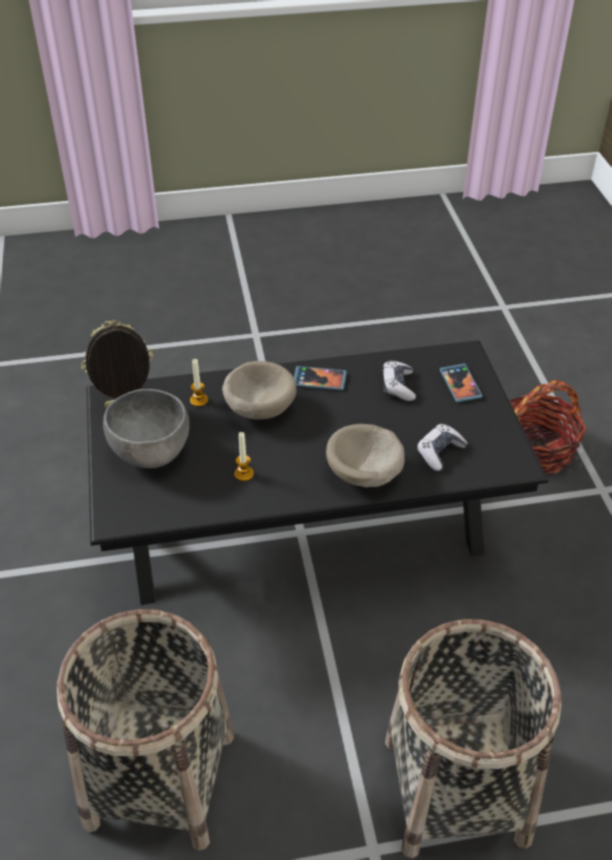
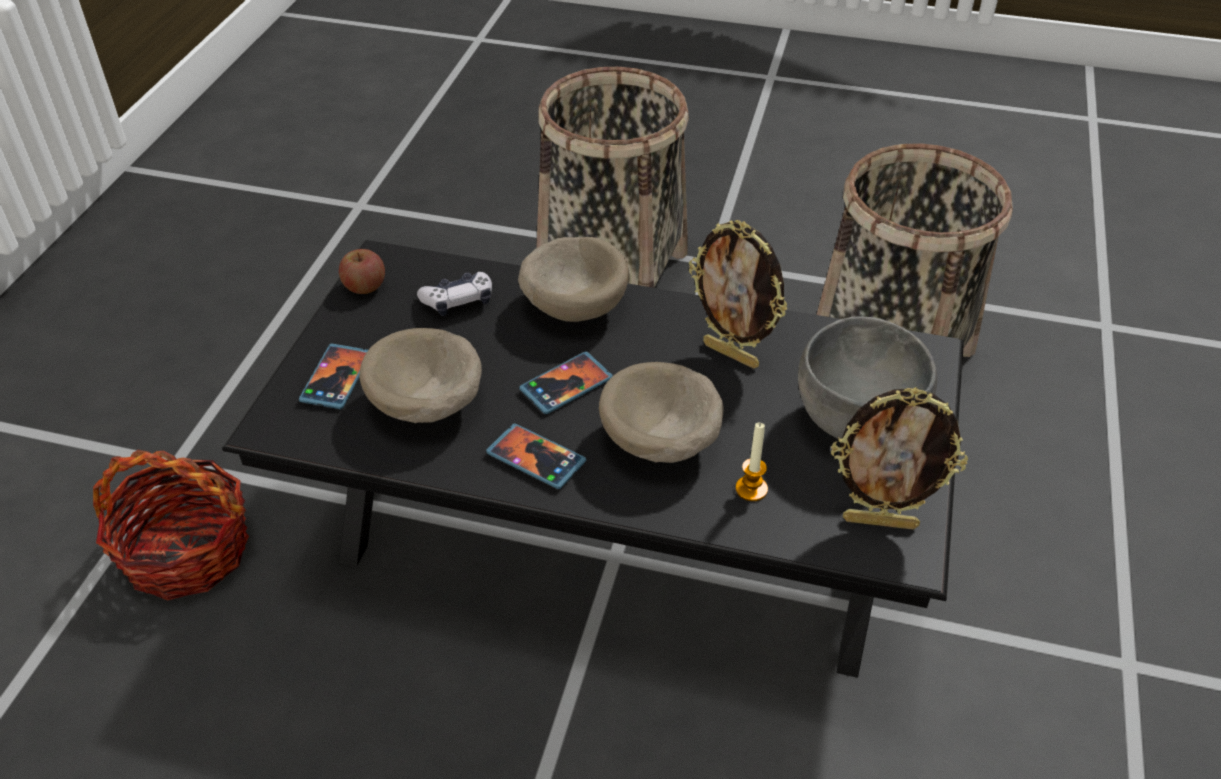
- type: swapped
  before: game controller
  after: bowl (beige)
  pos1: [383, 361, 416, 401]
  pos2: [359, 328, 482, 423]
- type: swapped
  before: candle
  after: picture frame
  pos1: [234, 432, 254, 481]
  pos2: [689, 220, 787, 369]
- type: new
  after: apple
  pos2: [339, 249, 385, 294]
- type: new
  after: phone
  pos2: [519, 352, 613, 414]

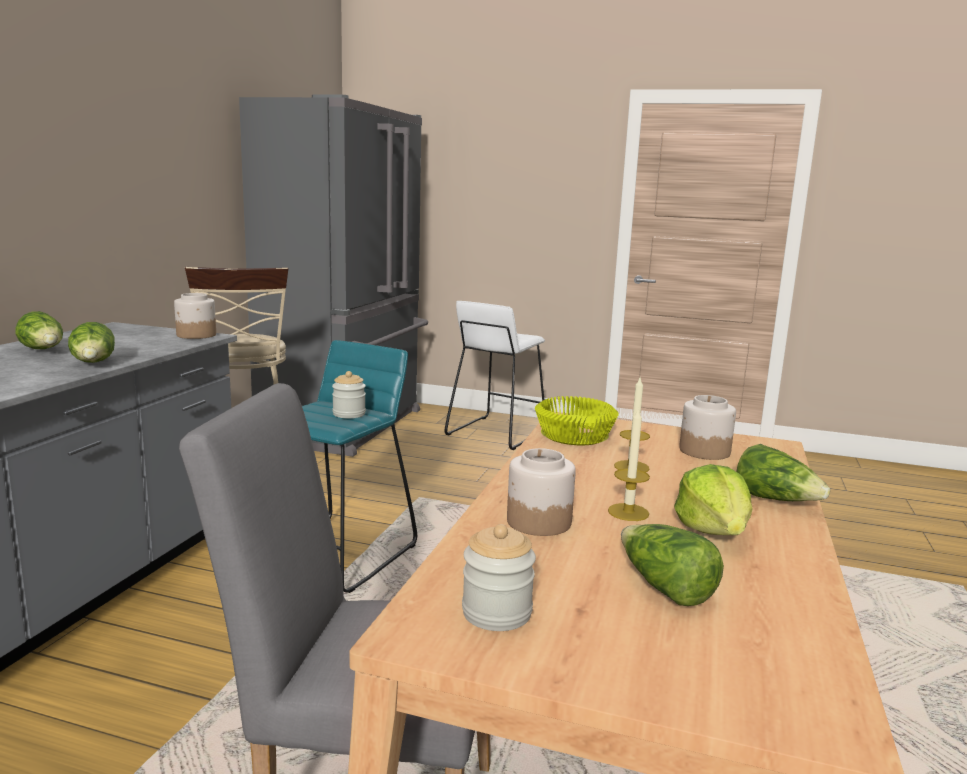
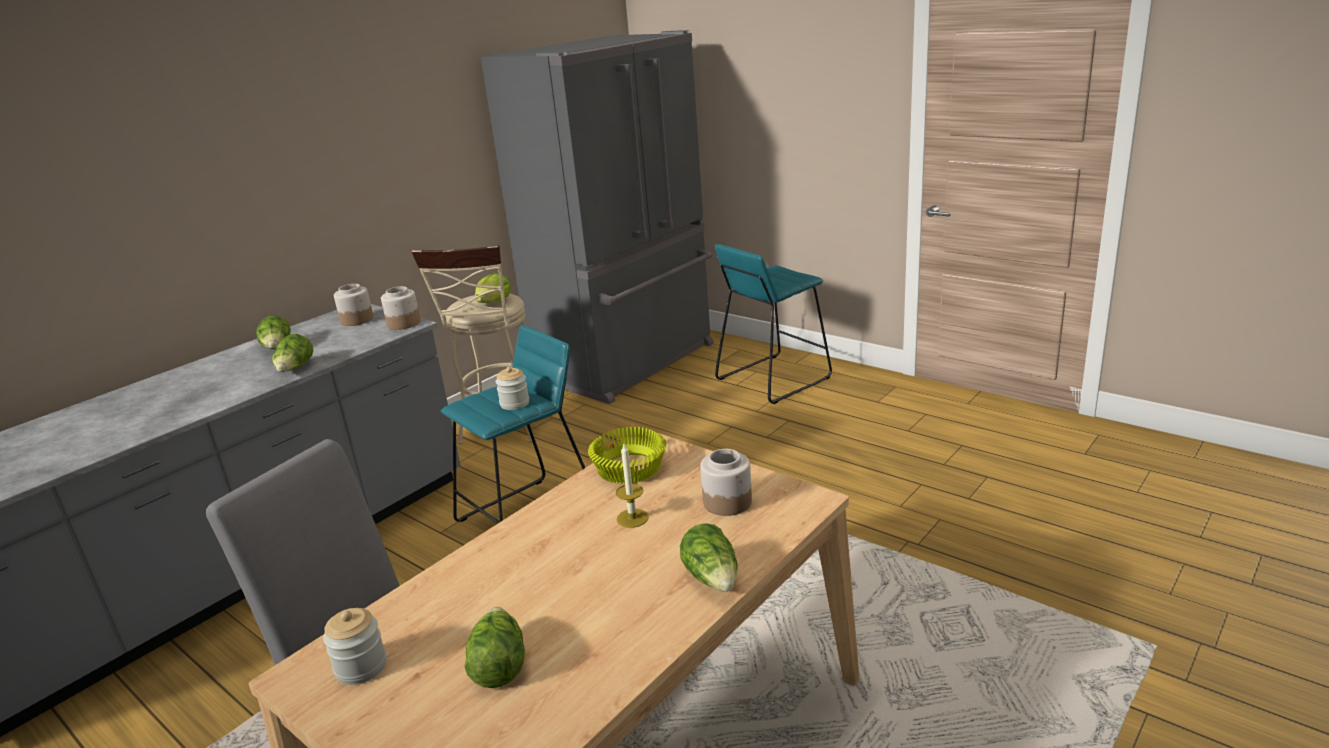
- type: repainted
  before: stool (white)
  after: stool (turquoise)
  pos1: [445, 301, 545, 450]
  pos2: [715, 244, 832, 404]
- type: gone
  before: candle
  pos1: [608, 407, 650, 521]
- type: shifted
  before: jar
  pos1: [507, 448, 576, 536]
  pos2: [334, 284, 374, 326]
- type: shifted
  before: lettuce
  pos1: [674, 464, 753, 535]
  pos2: [475, 273, 511, 303]

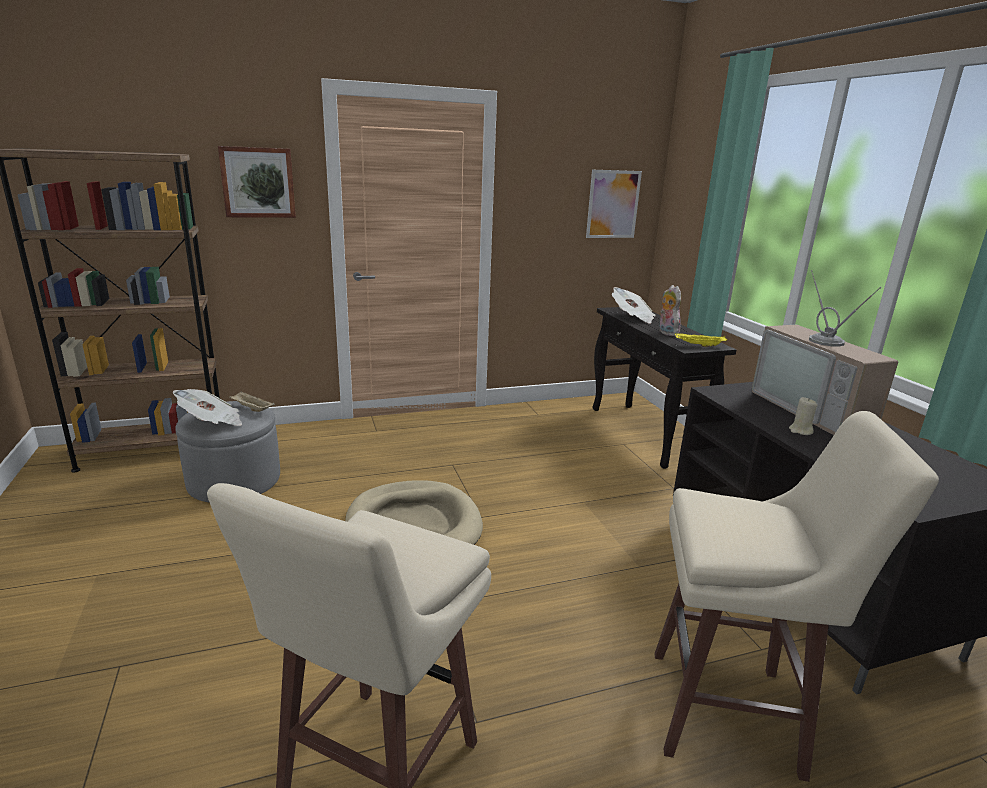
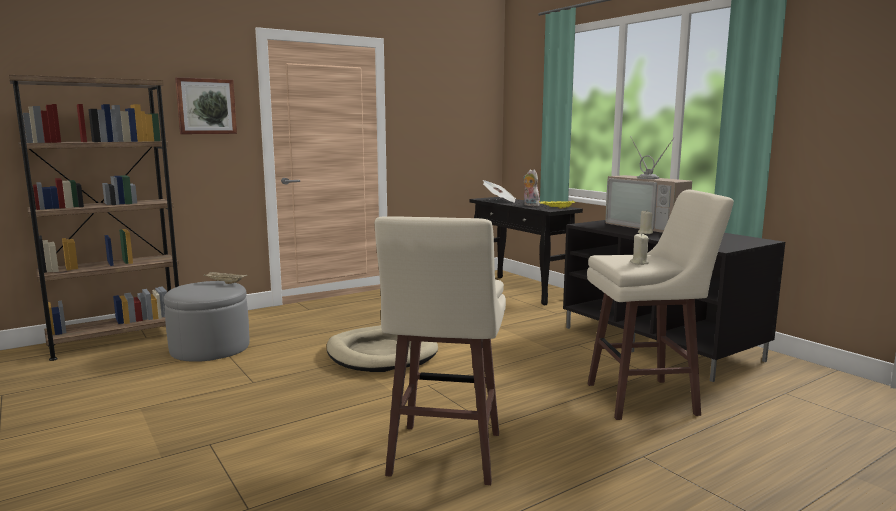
- type: gone
  before: picture
  pos1: [586, 170, 642, 238]
- type: gone
  before: newspaper
  pos1: [173, 389, 242, 426]
- type: new
  after: candle (beige)
  pos2: [630, 233, 649, 265]

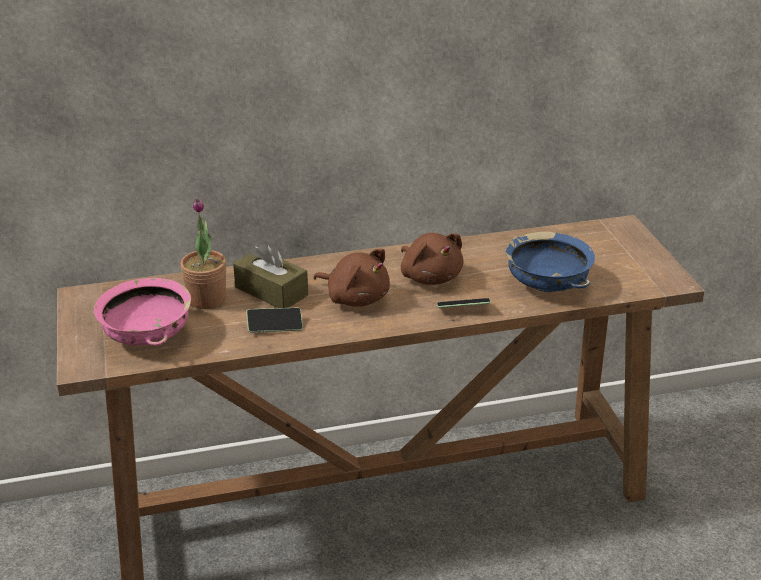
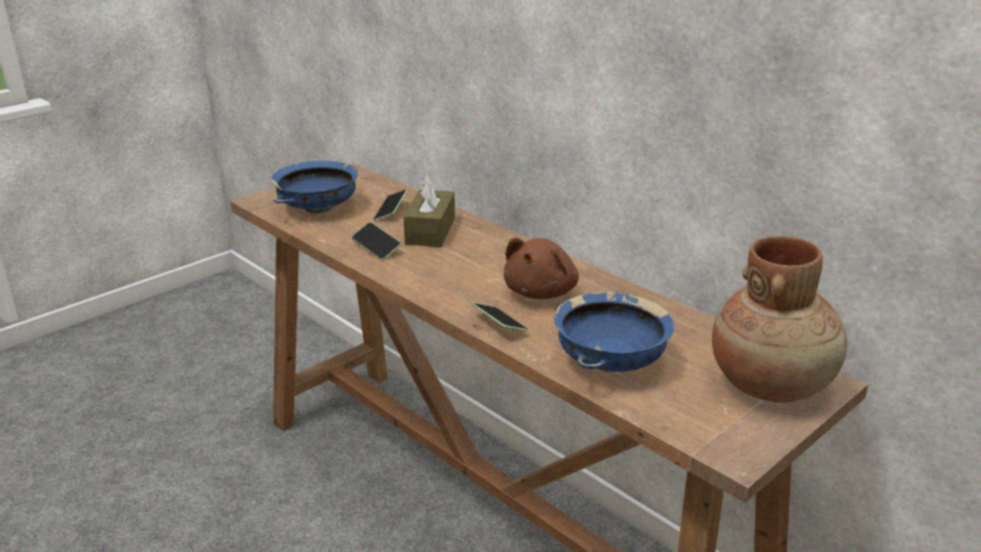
- type: swapped
  before: potted plant
  after: phone
  pos1: [180, 199, 226, 309]
  pos2: [373, 190, 407, 221]
- type: gone
  before: plush toy (brown)
  pos1: [314, 249, 390, 307]
- type: repainted
  before: bowl (pink)
  after: bowl (blue)
  pos1: [94, 278, 191, 346]
  pos2: [271, 161, 358, 213]
- type: new
  after: vase (brown)
  pos2: [712, 236, 847, 403]

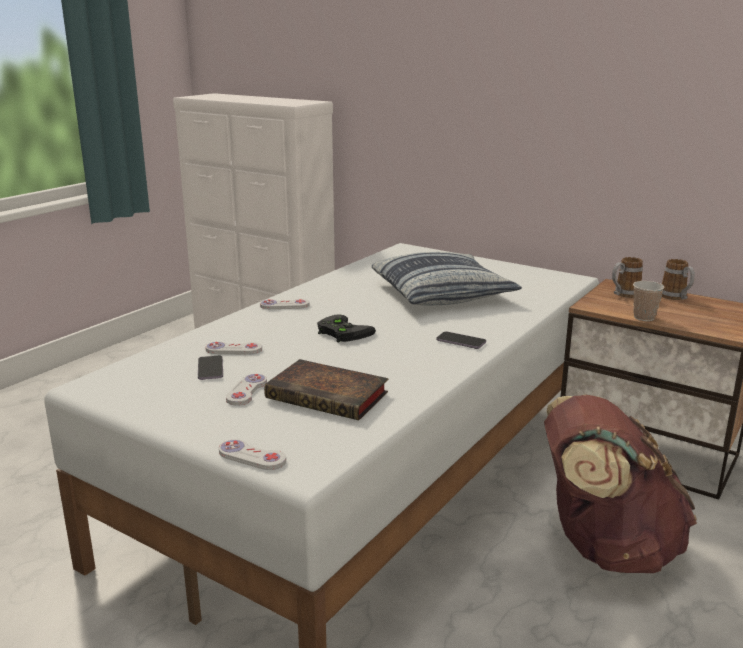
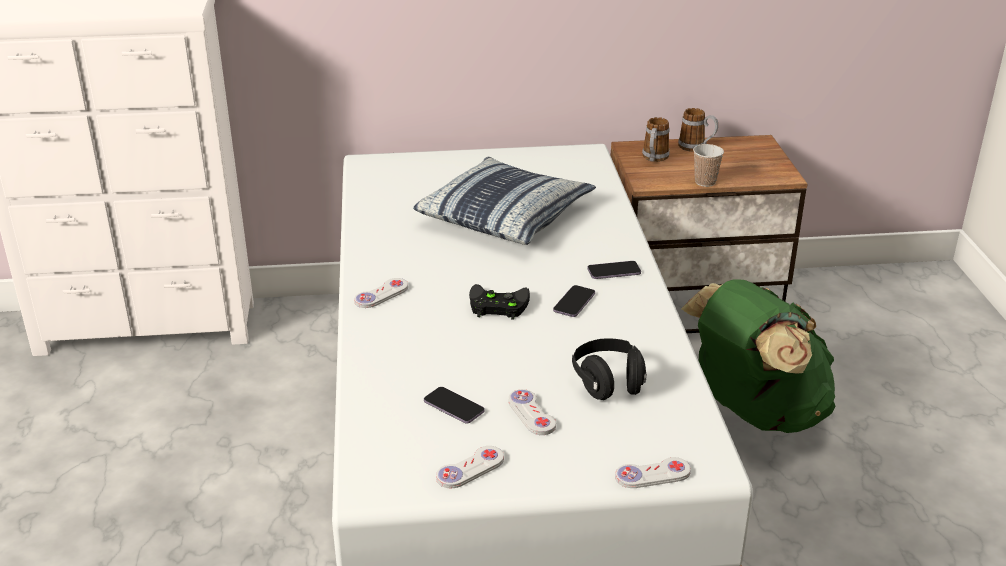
- type: shifted
  before: game controller (white)
  pos1: [205, 342, 262, 355]
  pos2: [436, 446, 504, 488]
- type: swapped
  before: book
  after: headphones (black)
  pos1: [264, 359, 388, 420]
  pos2: [572, 338, 646, 400]
- type: repainted
  before: backpack (brown)
  after: backpack (green)
  pos1: [544, 394, 697, 573]
  pos2: [681, 279, 835, 433]
- type: new
  after: phone
  pos2: [553, 285, 595, 317]

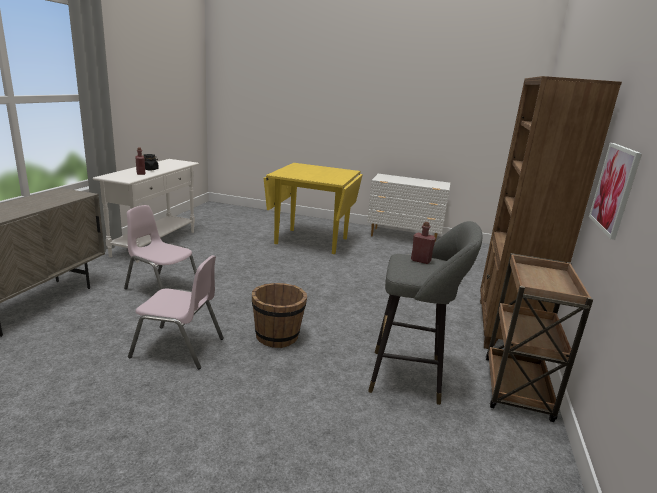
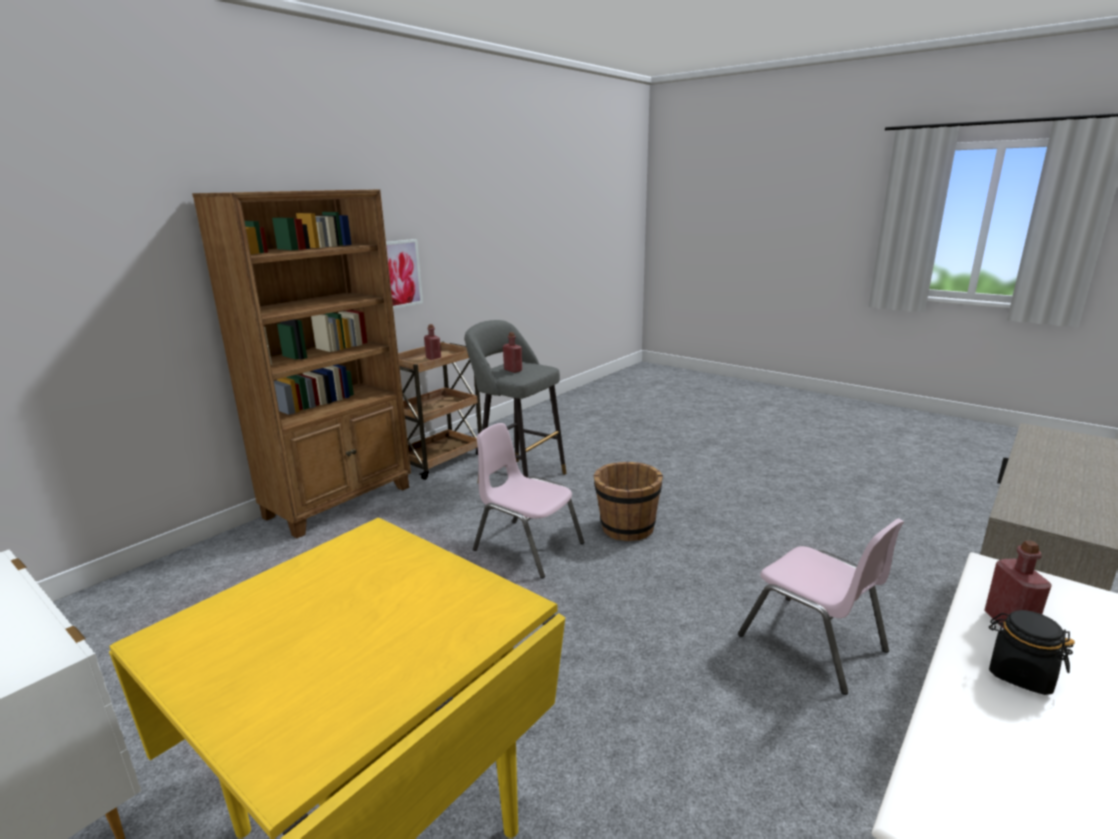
- type: shifted
  before: chair (pink)
  pos1: [128, 255, 224, 369]
  pos2: [473, 423, 585, 579]
- type: new
  after: bottle (red)
  pos2: [424, 324, 441, 360]

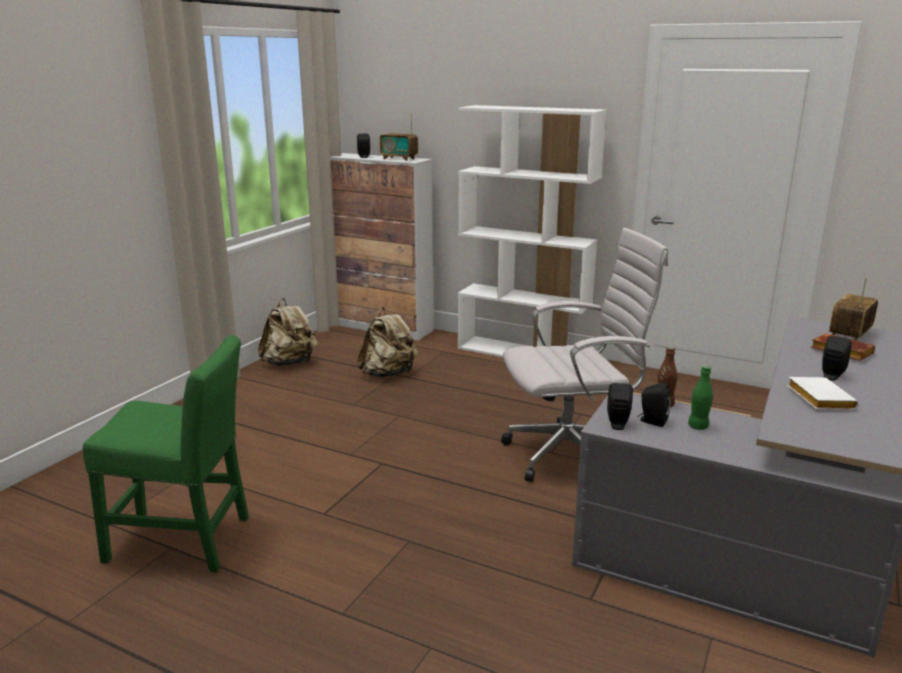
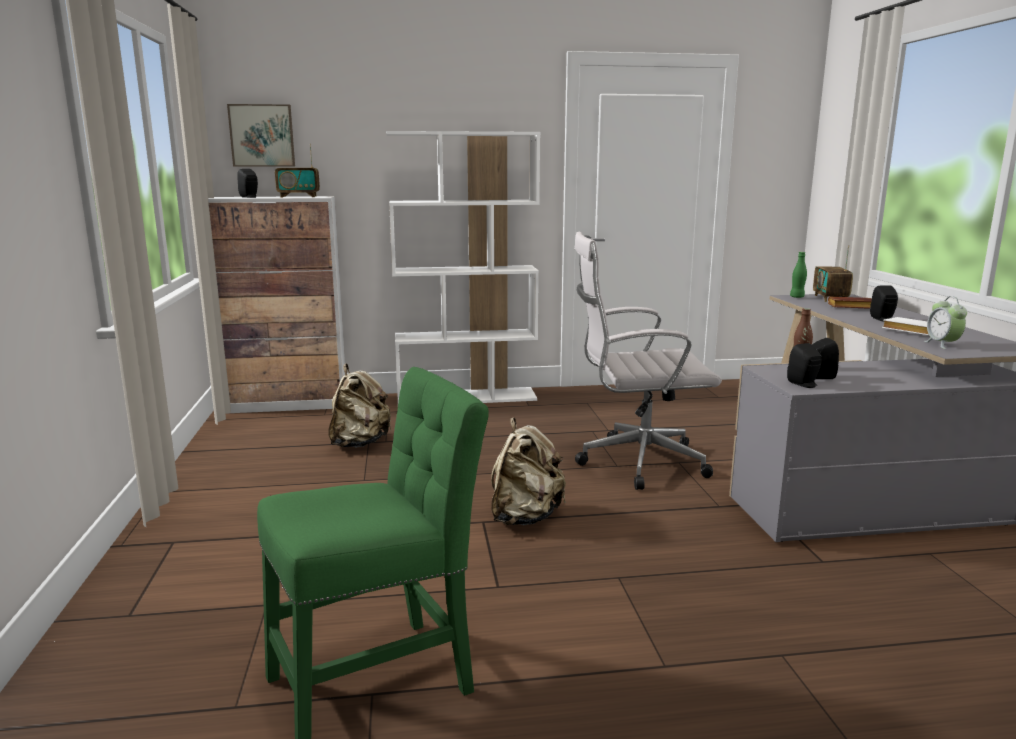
- type: rotated
  before: office chair (white)
  pos1: [501, 228, 668, 482]
  pos2: [574, 232, 722, 490]
  turn: -135
- type: shifted
  before: backpack (beige)
  pos1: [258, 298, 318, 366]
  pos2: [491, 417, 566, 526]
- type: shifted
  before: bottle (green)
  pos1: [688, 365, 713, 430]
  pos2: [790, 252, 807, 298]
- type: new
  after: picture
  pos2: [227, 104, 295, 167]
- type: new
  after: alarm clock
  pos2: [924, 296, 967, 349]

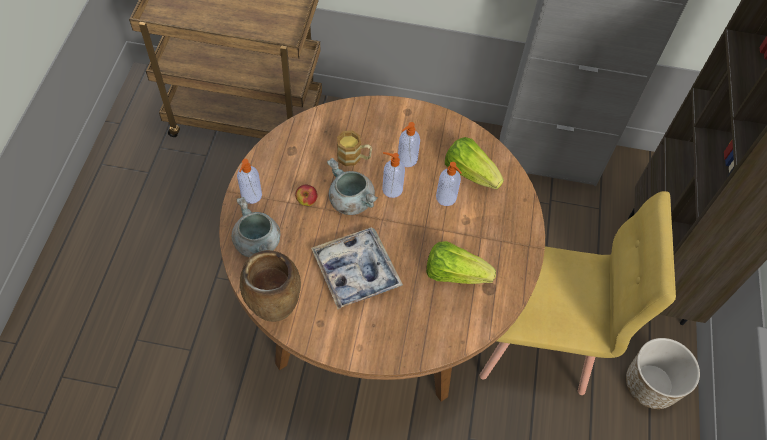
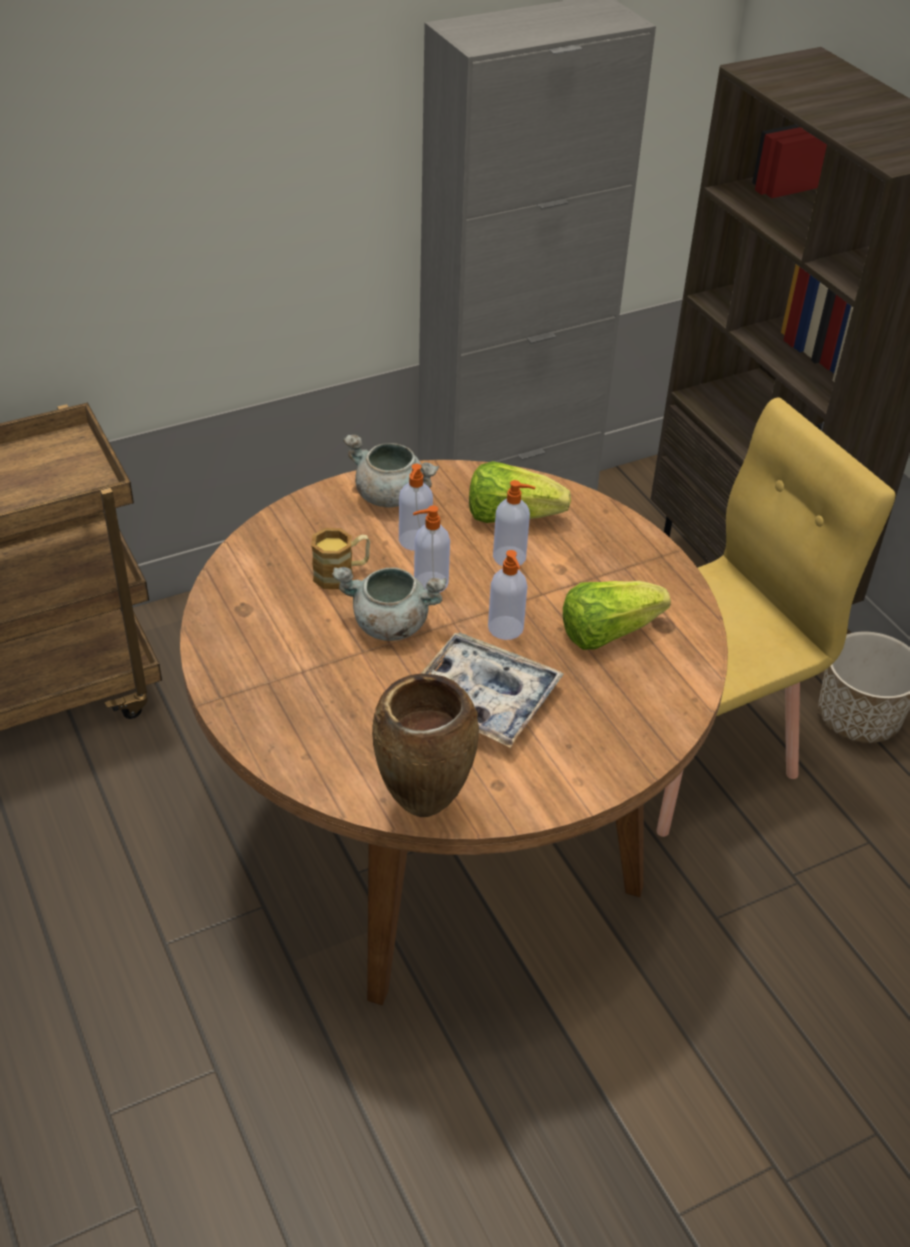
- type: shifted
  before: soap dispenser
  pos1: [237, 159, 262, 204]
  pos2: [488, 550, 527, 640]
- type: gone
  before: apple
  pos1: [295, 185, 318, 206]
- type: shifted
  before: cooking pot (grey)
  pos1: [232, 197, 280, 257]
  pos2: [343, 435, 439, 508]

